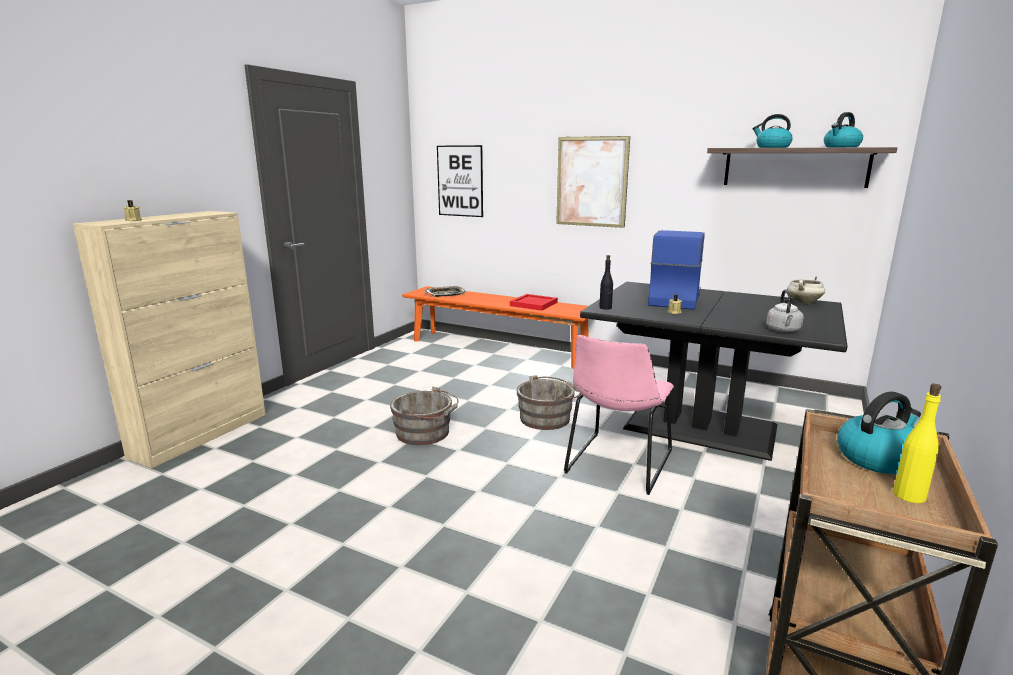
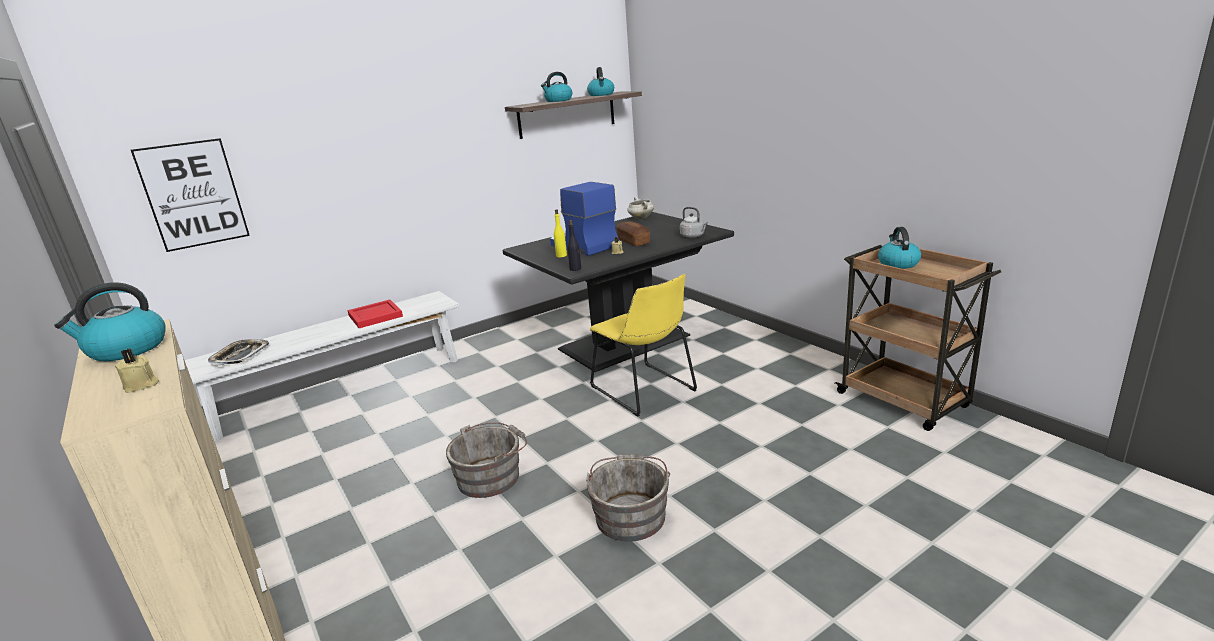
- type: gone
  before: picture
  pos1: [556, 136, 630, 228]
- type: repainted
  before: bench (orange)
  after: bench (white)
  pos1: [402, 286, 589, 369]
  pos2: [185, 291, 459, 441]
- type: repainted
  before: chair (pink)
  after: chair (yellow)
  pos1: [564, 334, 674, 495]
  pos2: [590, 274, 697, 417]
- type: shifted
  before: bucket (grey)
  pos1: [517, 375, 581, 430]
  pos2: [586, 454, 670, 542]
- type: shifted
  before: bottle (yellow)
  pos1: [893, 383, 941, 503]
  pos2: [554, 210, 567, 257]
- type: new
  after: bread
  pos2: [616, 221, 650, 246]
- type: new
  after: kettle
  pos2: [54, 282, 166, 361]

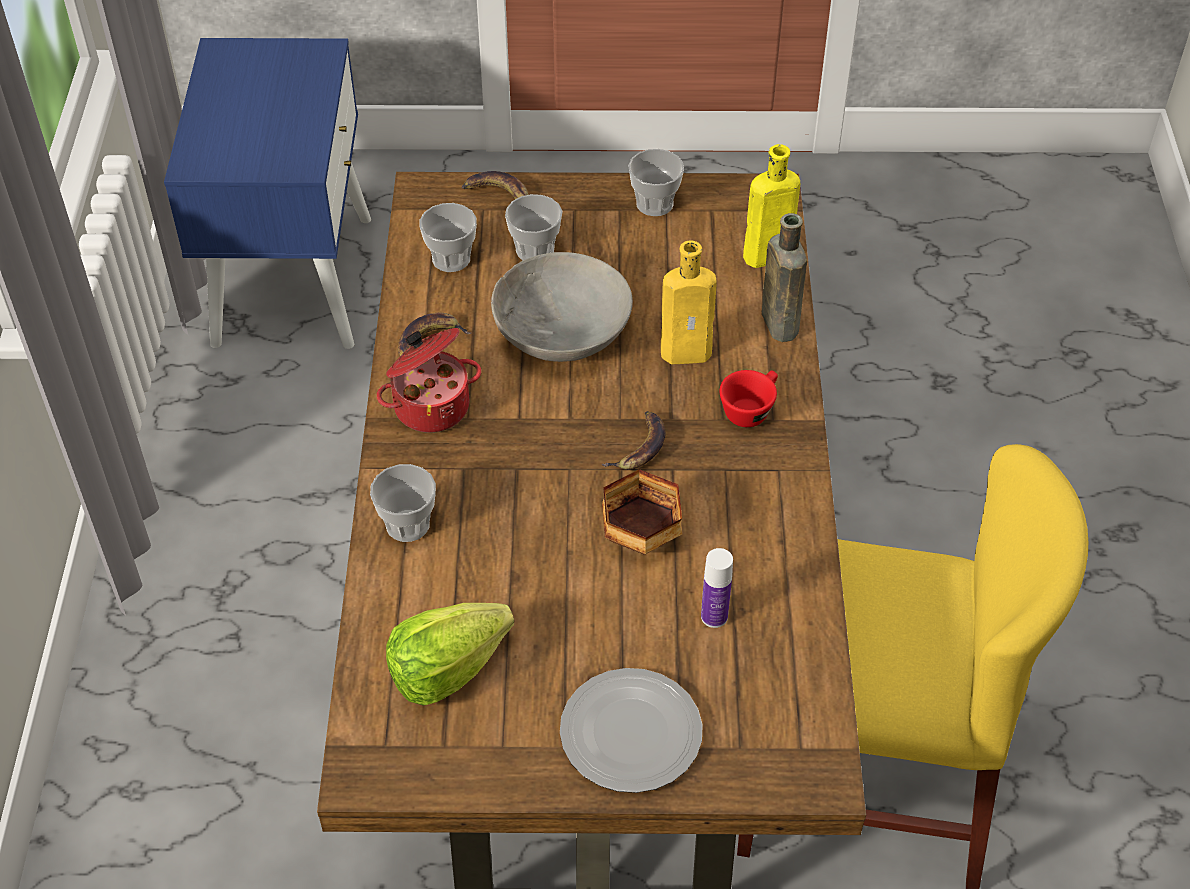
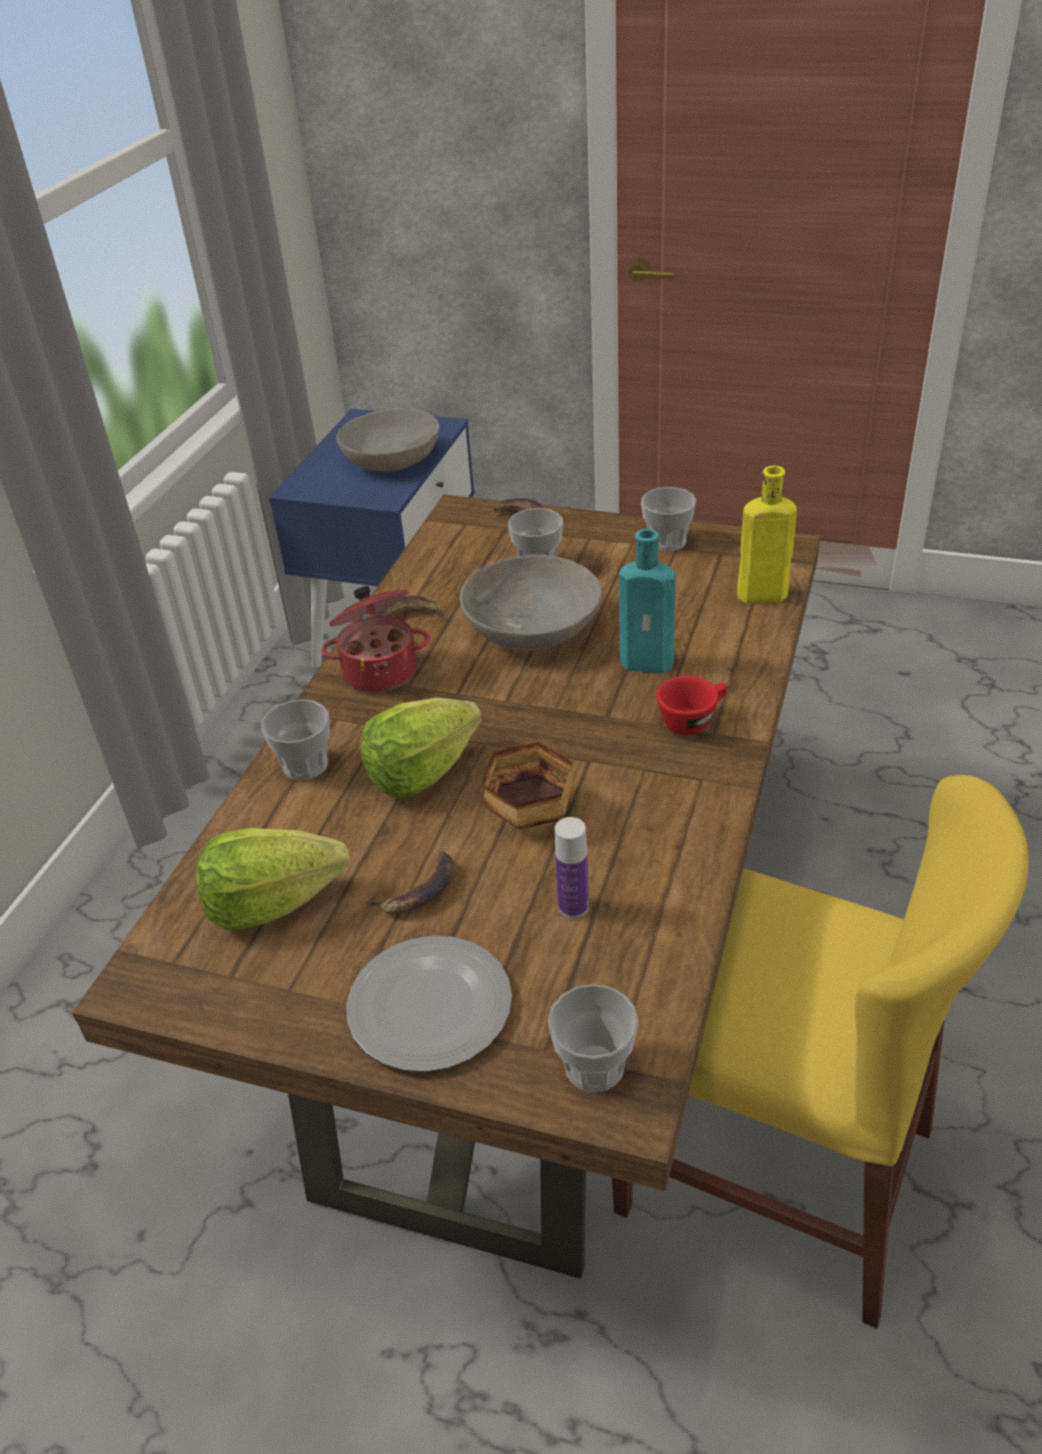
- type: shifted
  before: cup
  pos1: [420, 203, 477, 272]
  pos2: [548, 984, 639, 1092]
- type: gone
  before: bottle (brown)
  pos1: [762, 213, 807, 342]
- type: repainted
  before: bottle (yellow)
  after: bottle (turquoise)
  pos1: [661, 240, 717, 364]
  pos2: [619, 529, 676, 673]
- type: shifted
  before: banana
  pos1: [602, 411, 665, 470]
  pos2: [365, 851, 455, 914]
- type: new
  after: bowl (grey)
  pos2: [337, 408, 440, 472]
- type: new
  after: lettuce
  pos2: [360, 698, 482, 799]

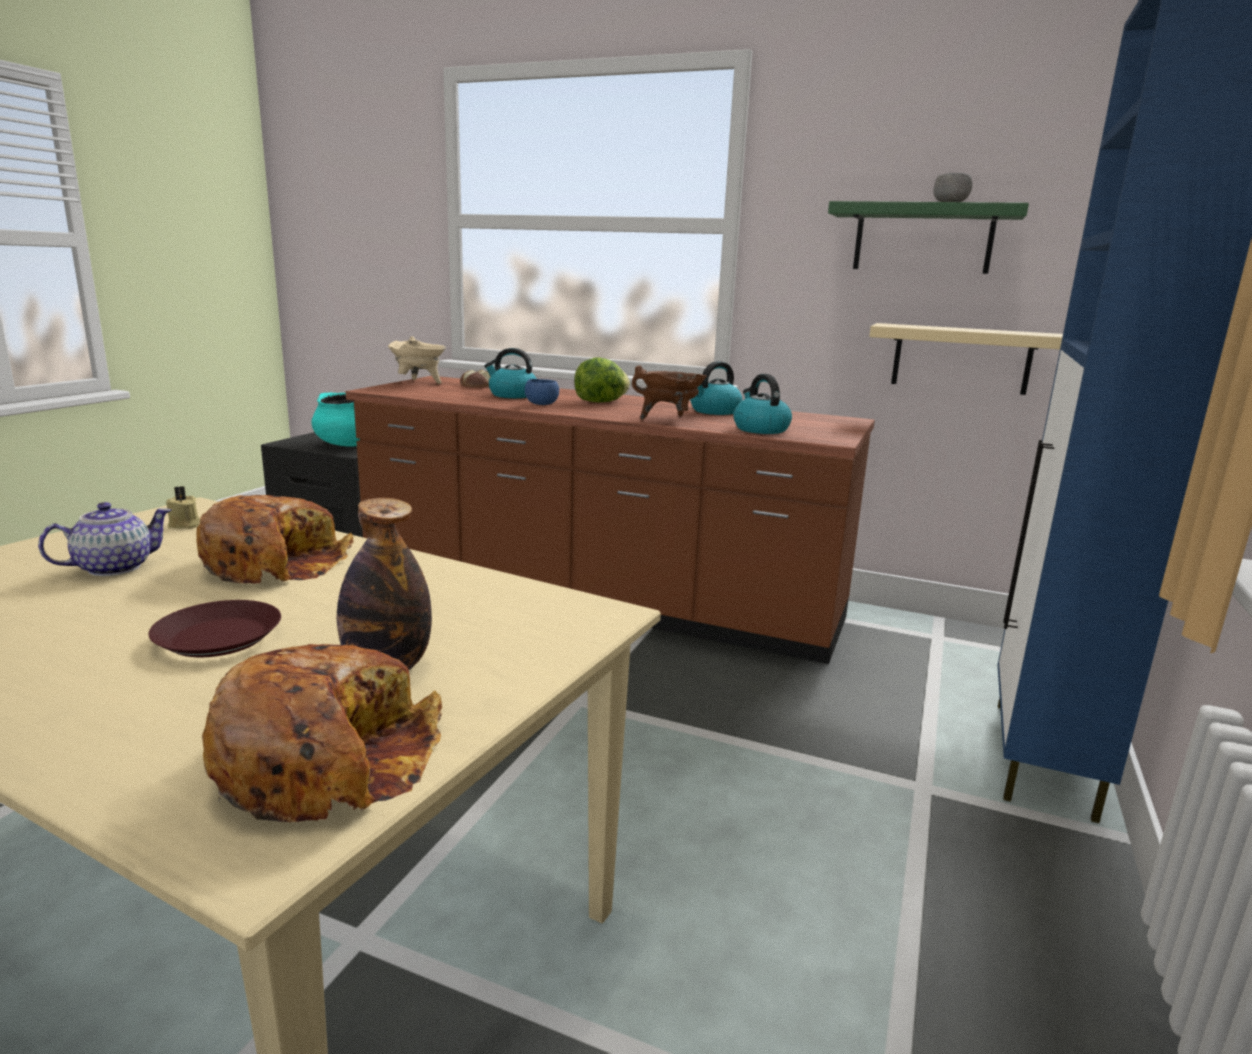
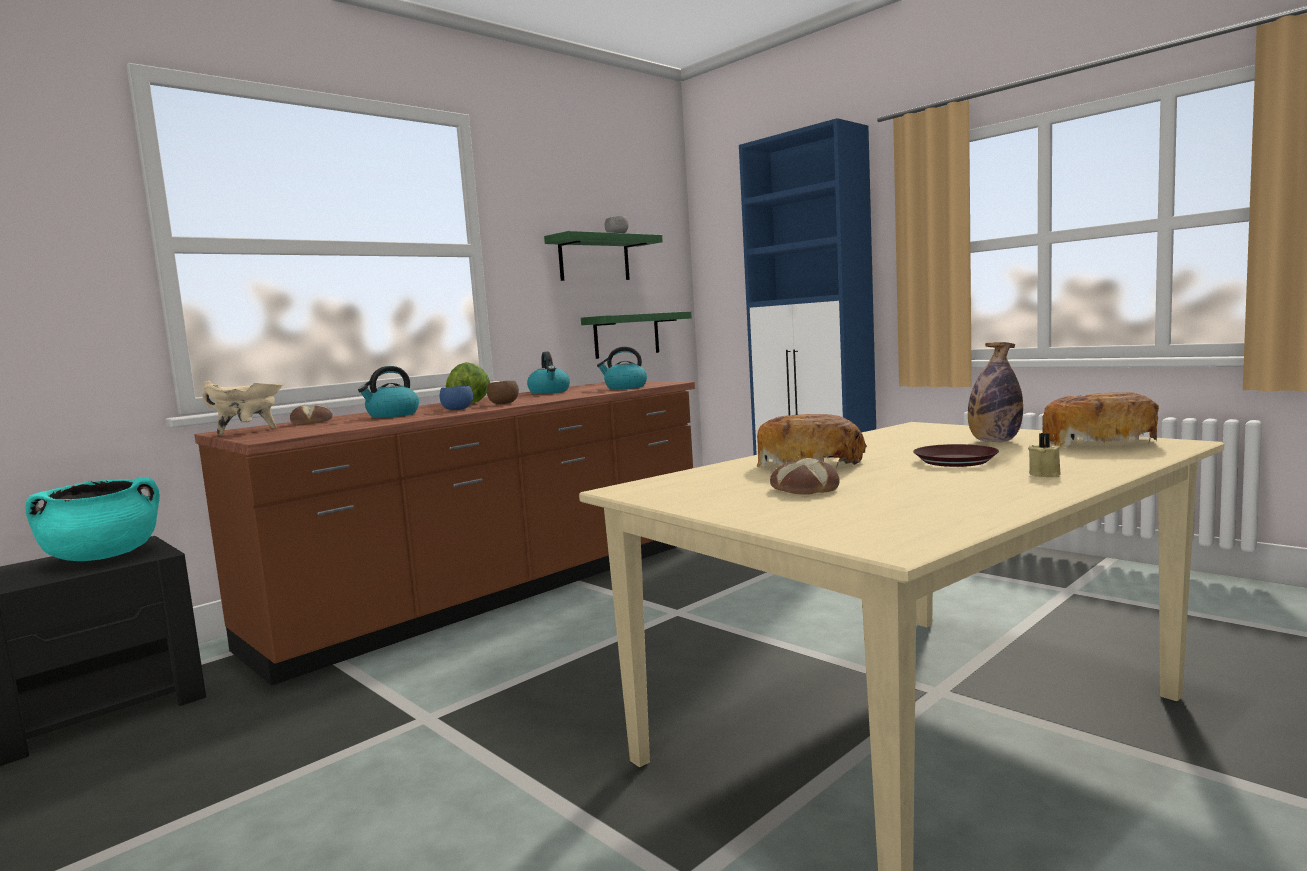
- type: repainted
  before: shelf (beige)
  after: shelf (green)
  pos1: [869, 323, 1063, 395]
  pos2: [581, 311, 692, 359]
- type: gone
  before: cooking pot (brown)
  pos1: [632, 365, 707, 419]
- type: shifted
  before: candle (beige)
  pos1: [166, 486, 200, 529]
  pos2: [1028, 433, 1060, 477]
- type: swapped
  before: teapot
  after: bread
  pos1: [38, 502, 171, 576]
  pos2: [770, 458, 839, 495]
- type: new
  after: bowl (brown)
  pos2: [487, 381, 519, 404]

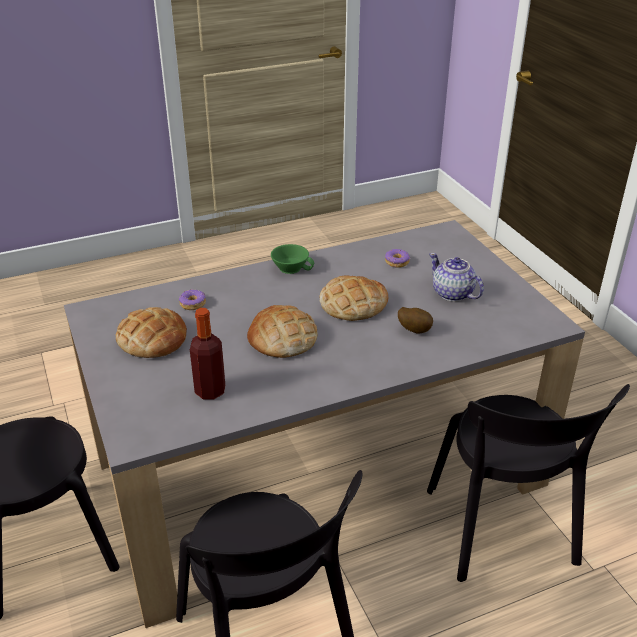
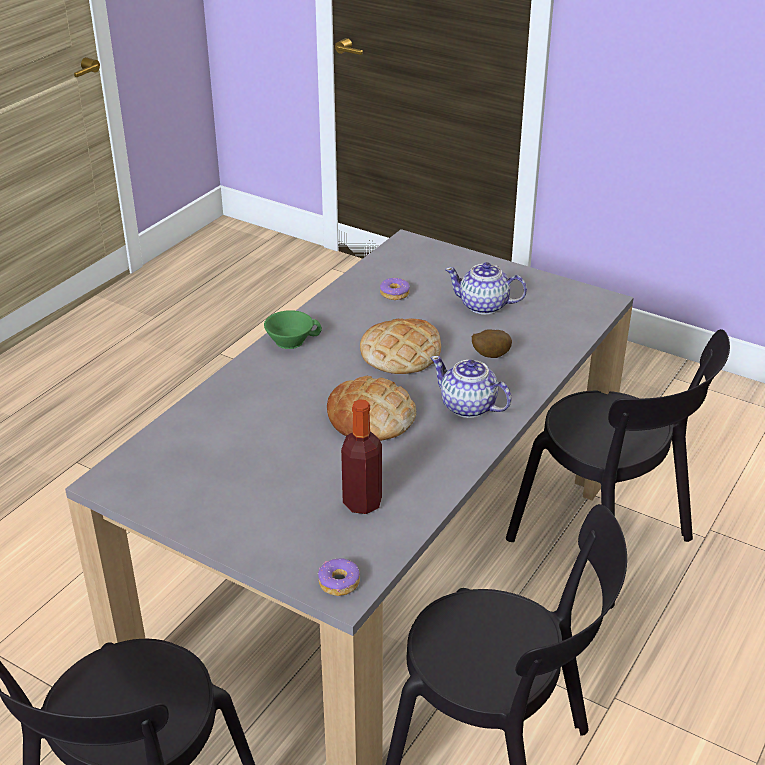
- type: shifted
  before: donut
  pos1: [179, 289, 206, 310]
  pos2: [318, 559, 360, 596]
- type: gone
  before: bread
  pos1: [116, 307, 187, 358]
- type: new
  after: teapot
  pos2: [431, 356, 512, 418]

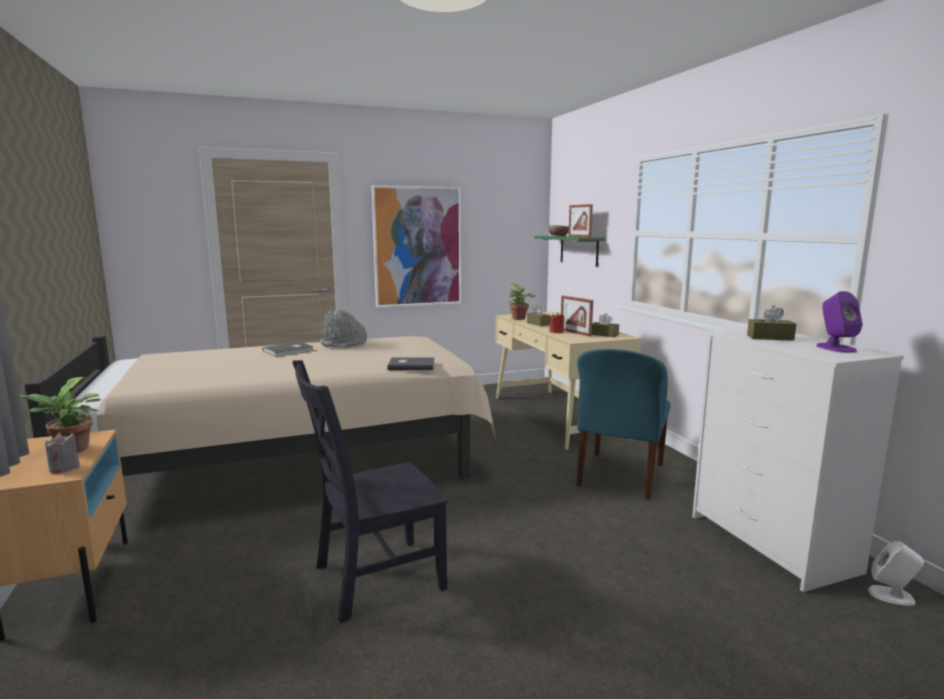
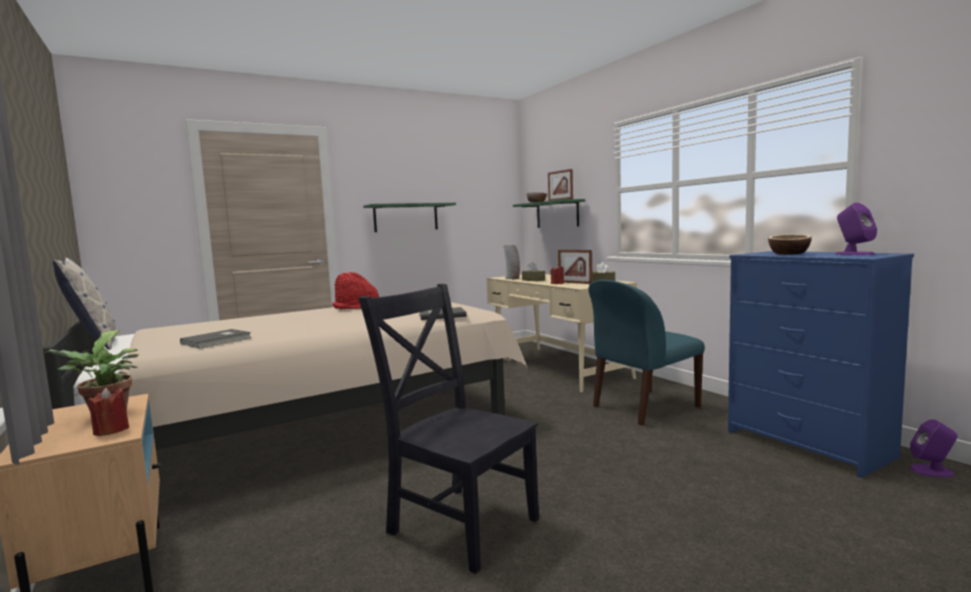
- type: swapped
  before: picture
  after: shelf (green)
  pos1: [372, 185, 461, 308]
  pos2: [363, 203, 456, 232]
- type: swapped
  before: potted plant
  after: vase
  pos1: [508, 283, 535, 320]
  pos2: [504, 245, 520, 279]
- type: swapped
  before: tissue box (brown)
  after: bowl
  pos1: [747, 305, 796, 341]
  pos2: [768, 234, 812, 255]
- type: repainted
  before: hat (grey)
  after: hat (red)
  pos1: [320, 310, 367, 348]
  pos2: [332, 272, 379, 309]
- type: repainted
  before: dresser (white)
  after: dresser (blue)
  pos1: [692, 329, 904, 592]
  pos2: [728, 251, 914, 478]
- type: shifted
  before: book (grey)
  pos1: [263, 342, 314, 357]
  pos2: [180, 329, 252, 348]
- type: rotated
  before: chair (blue)
  pos1: [577, 349, 670, 500]
  pos2: [589, 280, 705, 426]
  turn: 45
- type: rotated
  before: chair (black)
  pos1: [292, 360, 448, 623]
  pos2: [358, 284, 539, 574]
  turn: 75
- type: repainted
  before: candle (grey)
  after: candle (red)
  pos1: [45, 433, 80, 474]
  pos2: [89, 387, 129, 436]
- type: repainted
  before: speaker (white)
  after: speaker (purple)
  pos1: [868, 541, 924, 606]
  pos2: [910, 419, 958, 477]
- type: new
  after: pillow
  pos2: [53, 258, 116, 350]

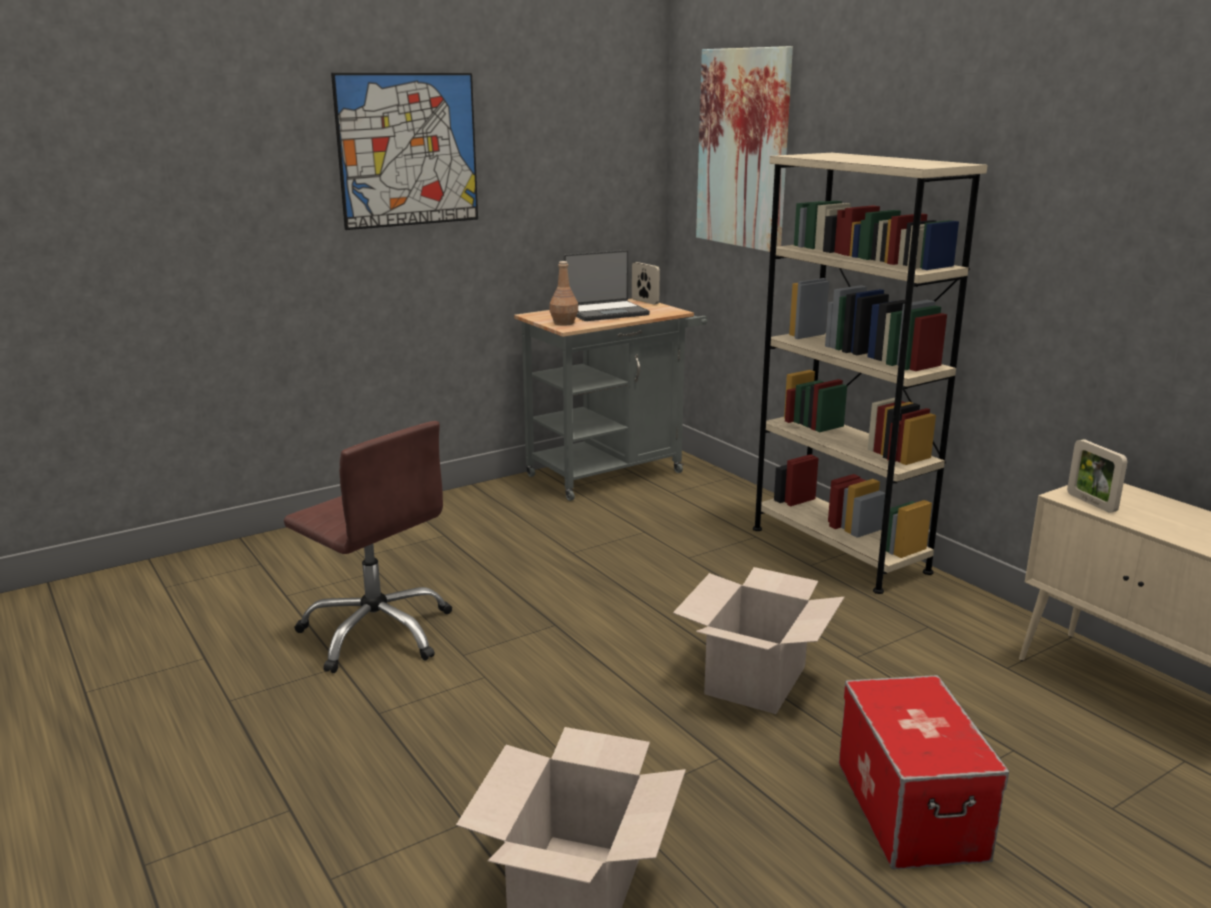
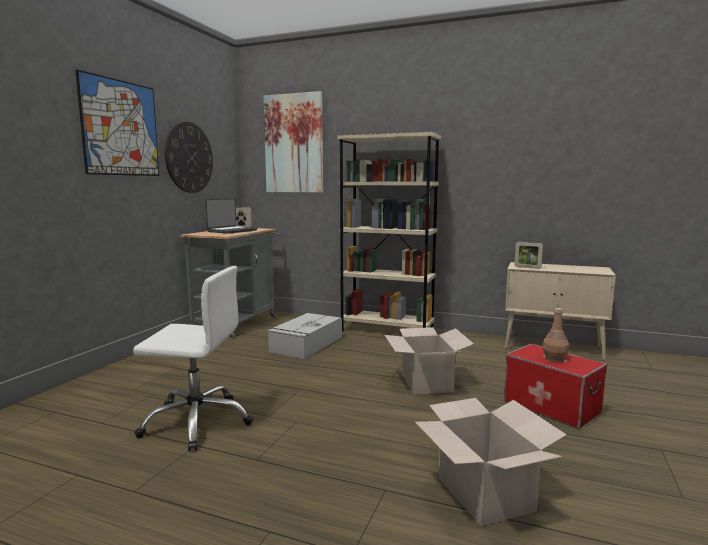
- type: shifted
  before: bottle (brown)
  pos1: [549, 261, 578, 326]
  pos2: [542, 308, 569, 362]
- type: repainted
  before: office chair (brown)
  after: office chair (white)
  pos1: [284, 421, 452, 673]
  pos2: [133, 266, 253, 451]
- type: new
  after: wall clock
  pos2: [165, 122, 213, 193]
- type: new
  after: storage box (grey)
  pos2: [267, 313, 342, 359]

